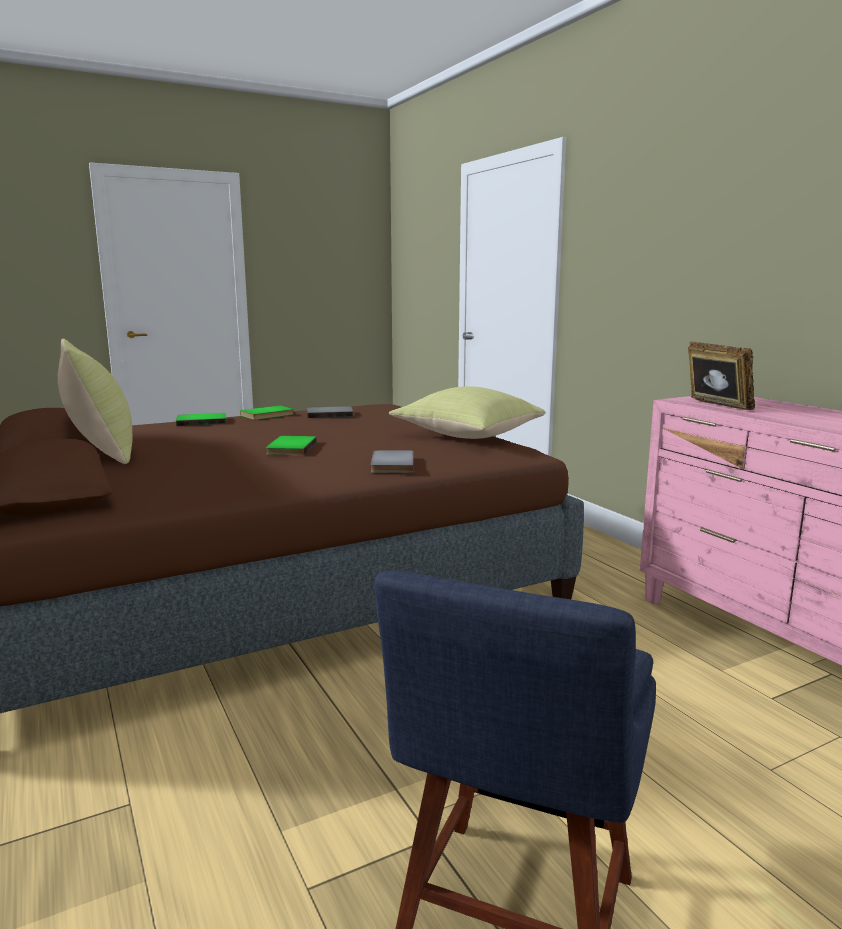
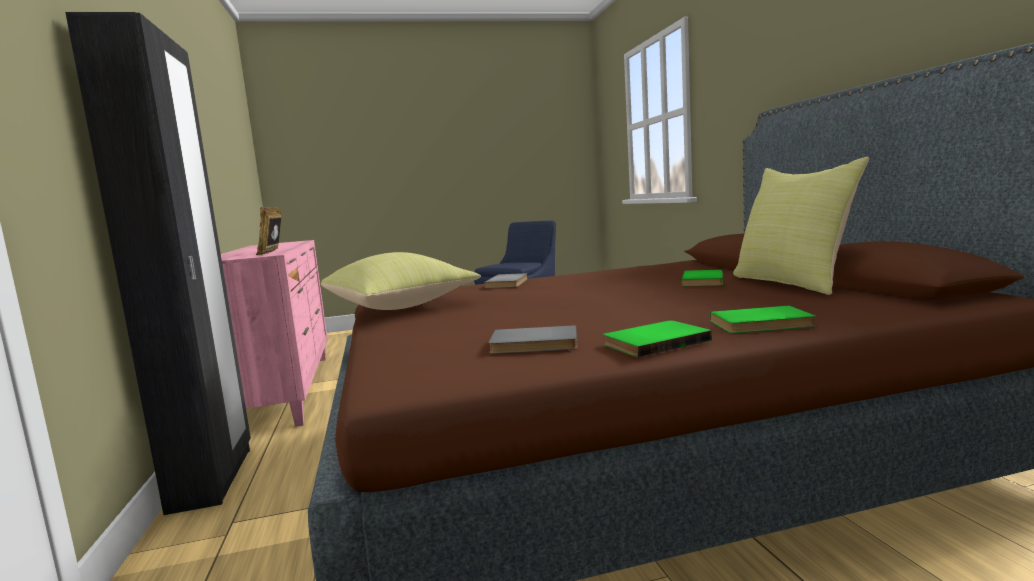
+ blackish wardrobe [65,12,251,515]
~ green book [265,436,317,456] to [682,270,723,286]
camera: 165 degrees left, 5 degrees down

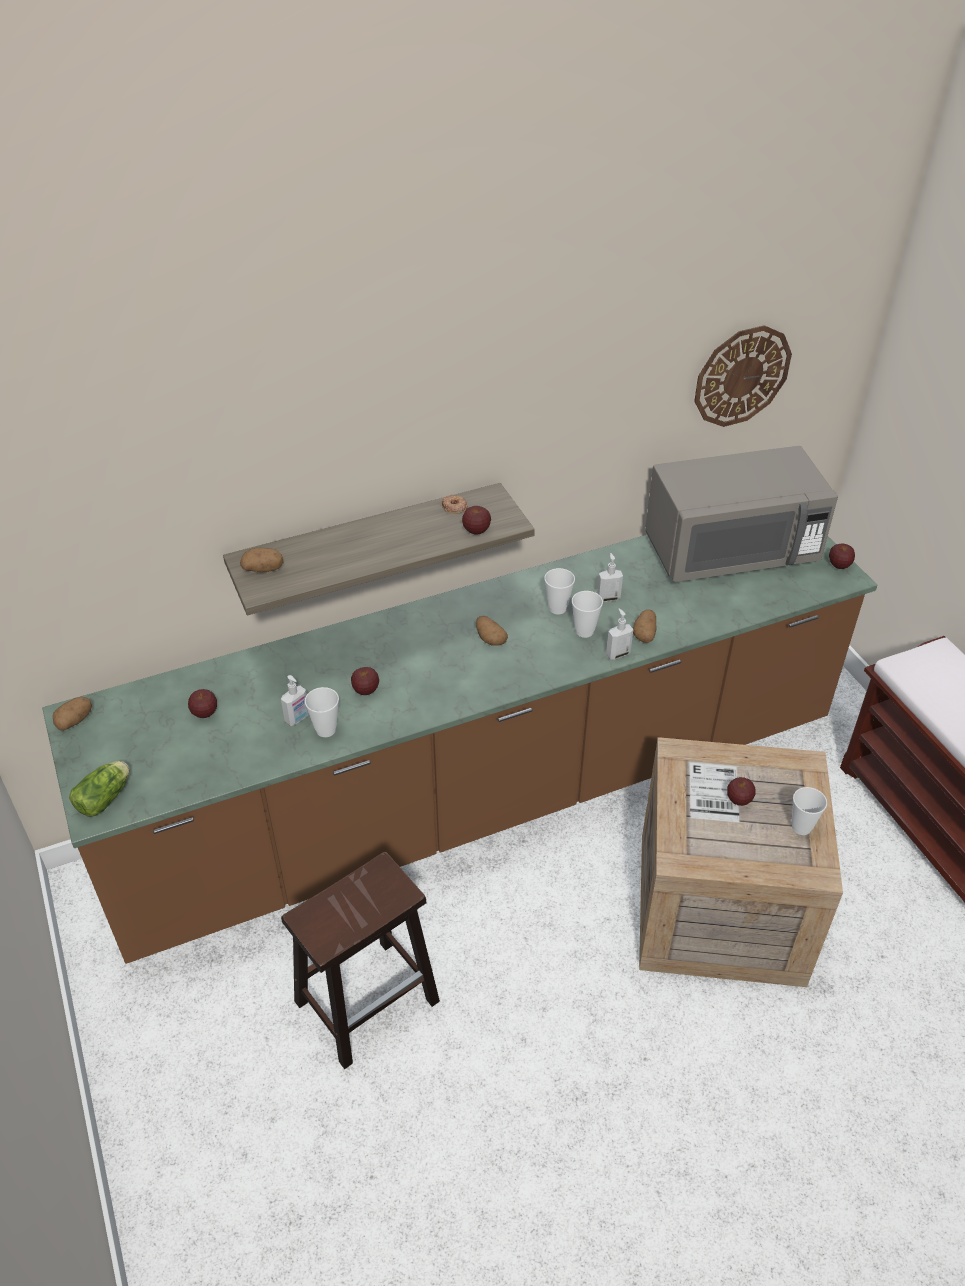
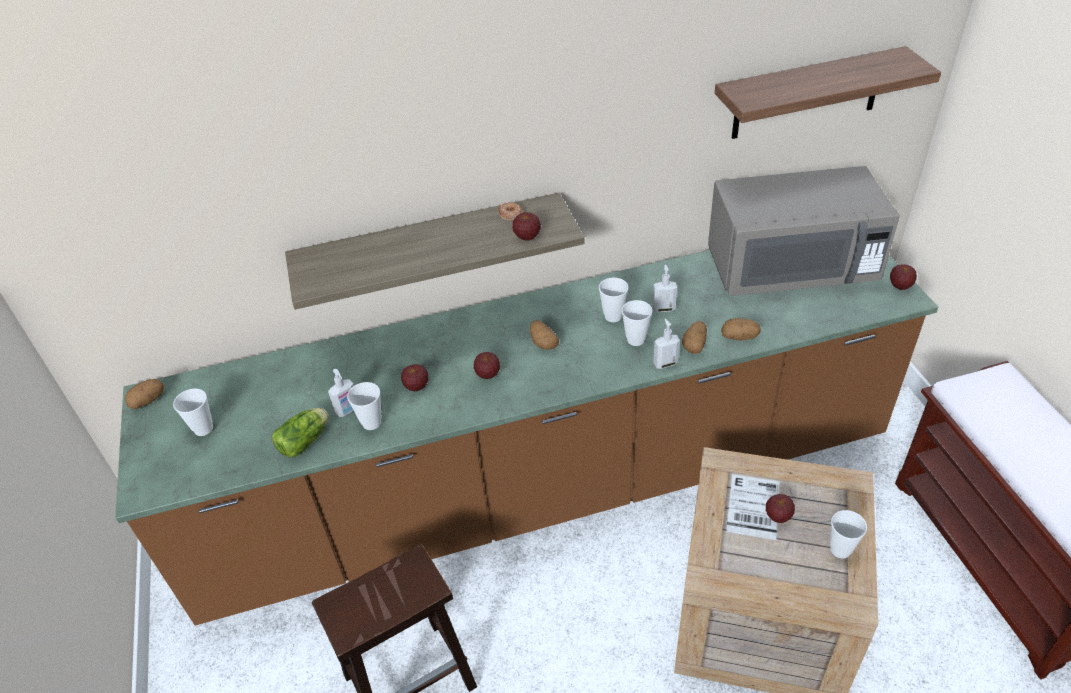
+ cup [173,388,213,436]
~ lettuce [69,761,130,817] to [272,408,328,458]
~ apple [188,689,217,718] to [474,352,500,379]
~ clock on the wall [694,325,792,427] to wall shelf [715,46,941,139]
~ potato [240,548,283,572] to [721,318,761,340]
camera: 10 degrees right, 0 degrees up

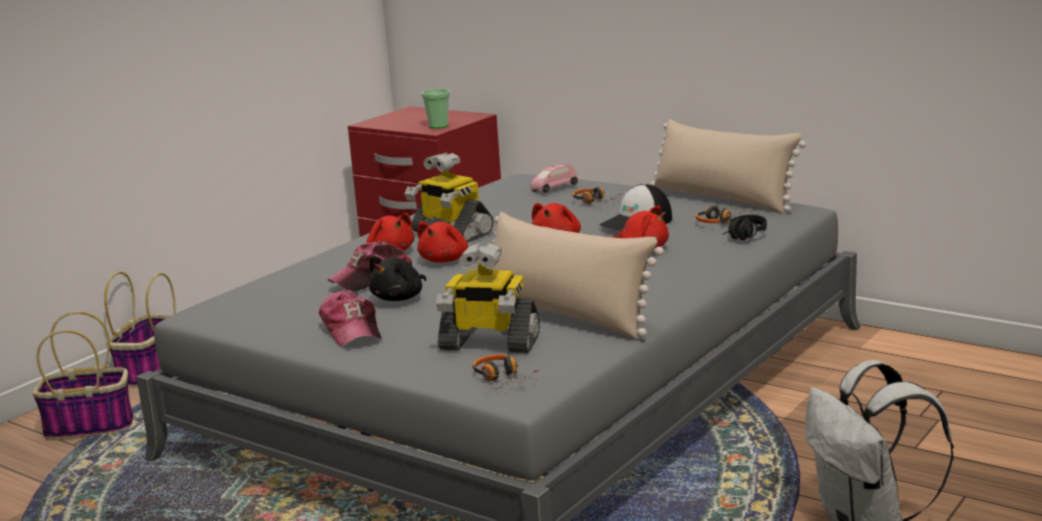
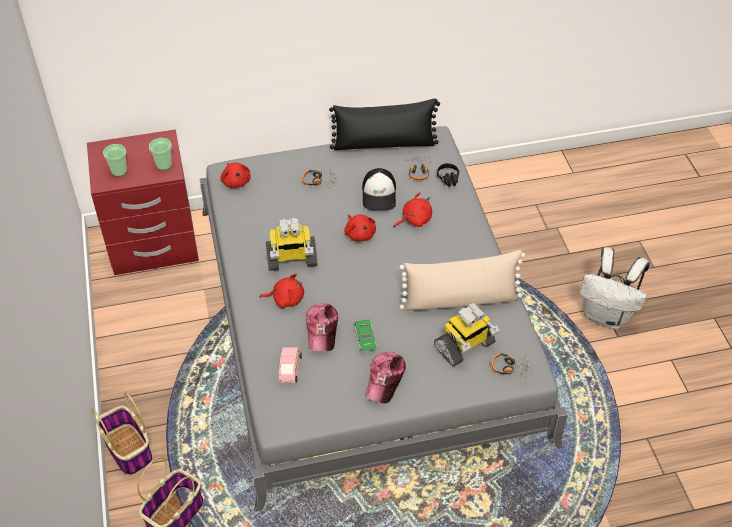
+ cup [103,144,127,177]
~ reddish plush toy [417,221,468,263] to [220,162,251,188]
~ pink-coloured toy car [531,164,578,192] to [279,347,302,383]
~ beige throw pillow [651,119,806,214] to blackish throw pillow [329,98,440,150]
~ blackish plush toy [369,256,426,301] to green toy car [355,319,377,352]
~ peaked cap [319,290,382,347] = [365,352,406,404] 90 degrees clockwise
camera: 50 degrees left, 30 degrees up

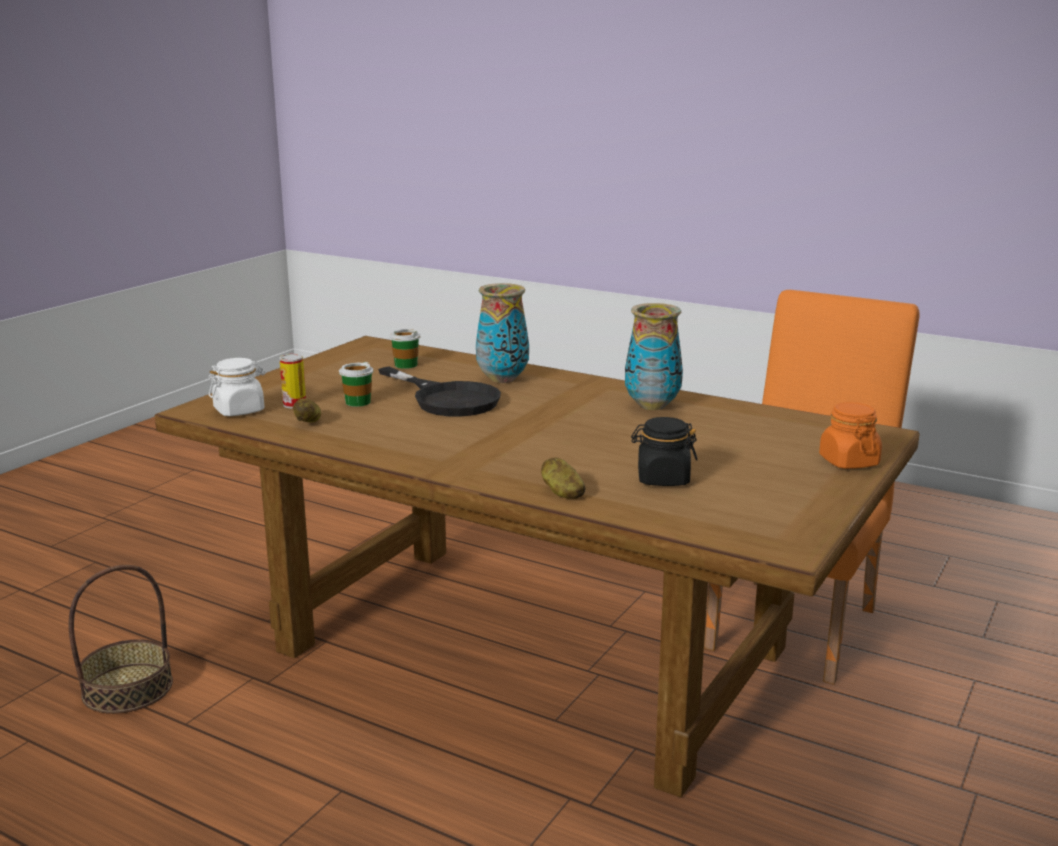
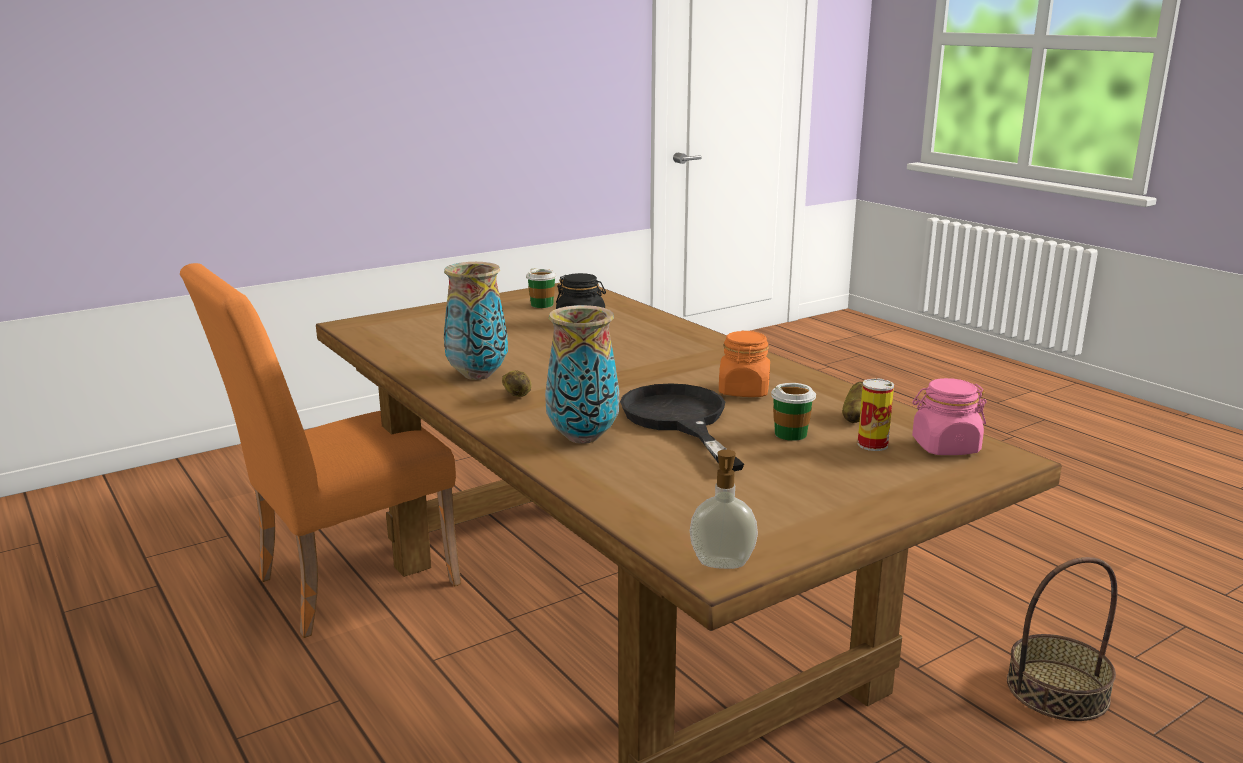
~ potato [541,458,586,499] to [502,370,531,397]
~ cup [389,329,420,369] to [526,268,557,308]
+ liquid soap bottle [690,450,758,569]
~ orange-coloured storage jar [819,402,882,469] to [719,331,770,397]
~ whitish storage jar [209,358,265,416] to pink-coloured storage jar [912,378,987,455]
camera: 155 degrees left, 0 degrees up

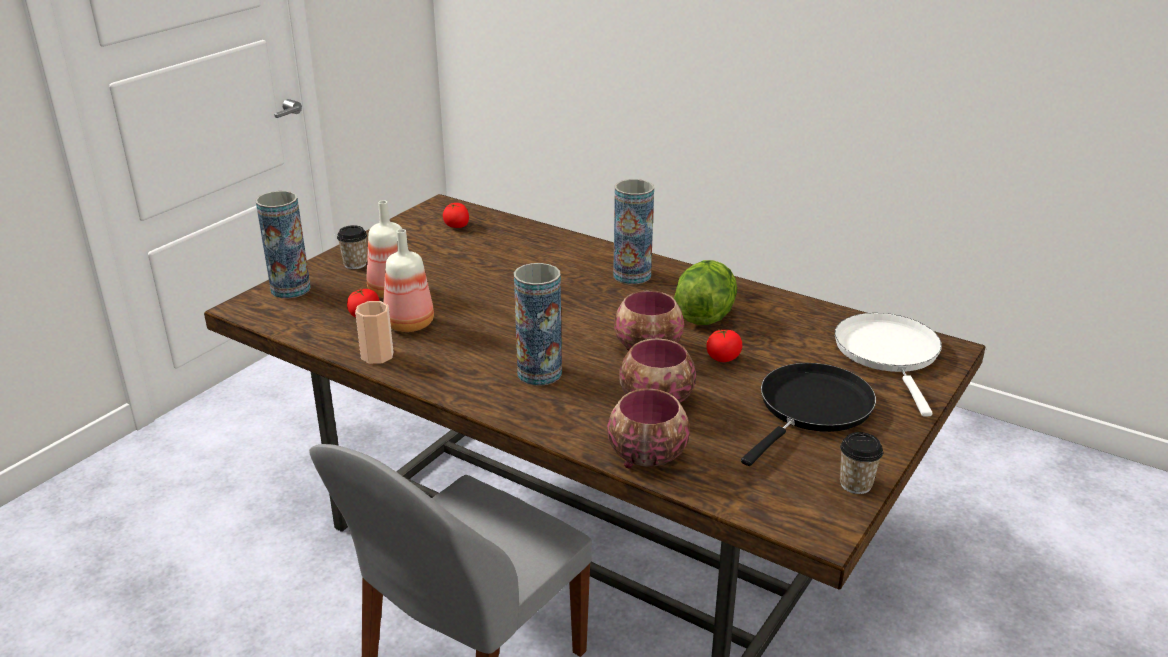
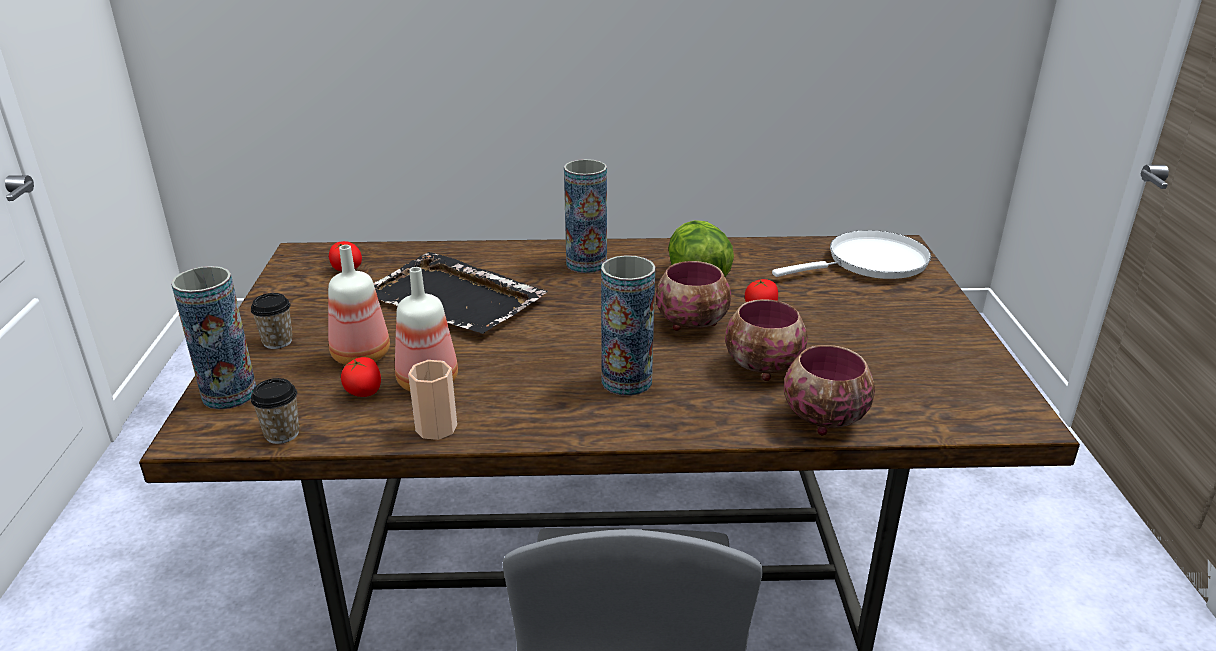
~ cup [840,432,883,494] to [251,378,299,444]
+ blackish carrying tray [374,252,548,334]
~ whitish frying pan [835,313,942,416] = [772,230,931,279] 105 degrees clockwise
- blackish frying pan [741,363,876,466]
camera: 35 degrees left, 0 degrees up

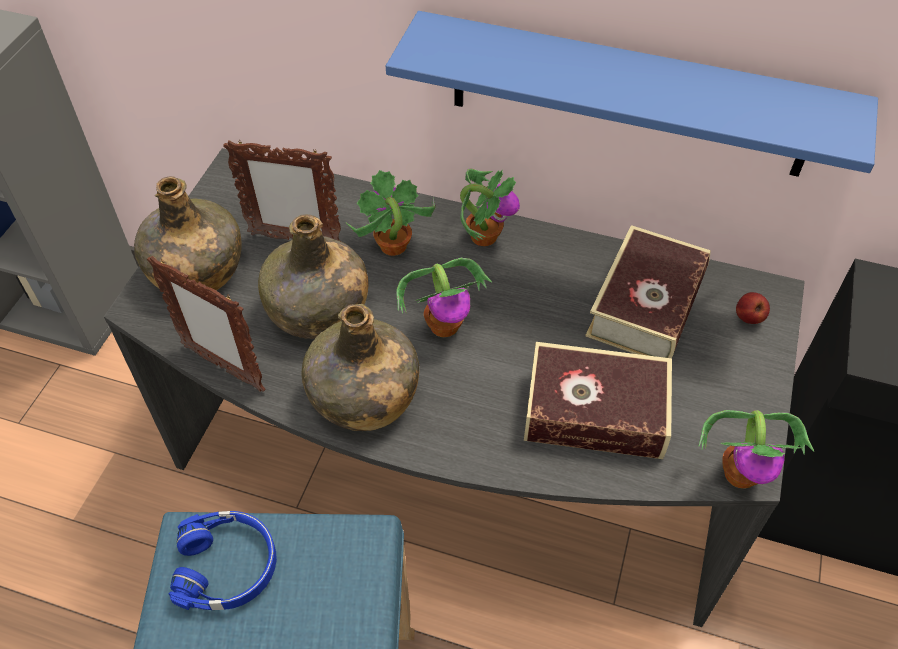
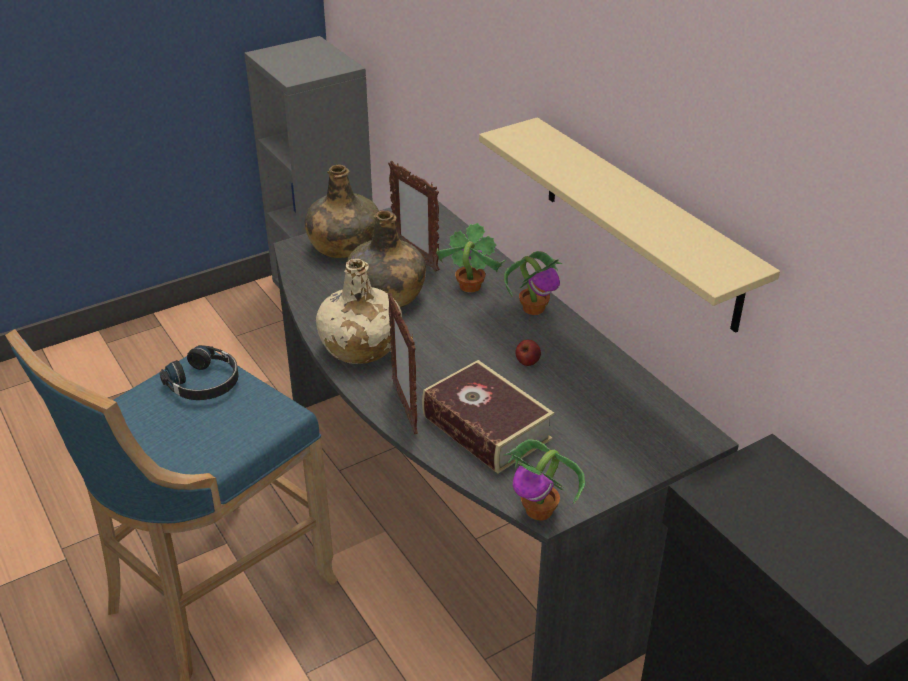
~ bluish headset [168,511,277,610] to blackish headset [160,345,239,400]
~ green beverage bottle [302,304,419,431] to beige beverage bottle [316,259,402,364]
~ standing frame [147,256,266,392] to [388,293,418,434]
~ bluish wall shelf [386,11,878,177] to beige wall shelf [479,118,780,333]
~ apple [736,292,770,324] to [515,340,541,366]
- potted plant [396,258,492,337]
- book [586,225,711,358]
camera: 40 degrees right, 15 degrees down

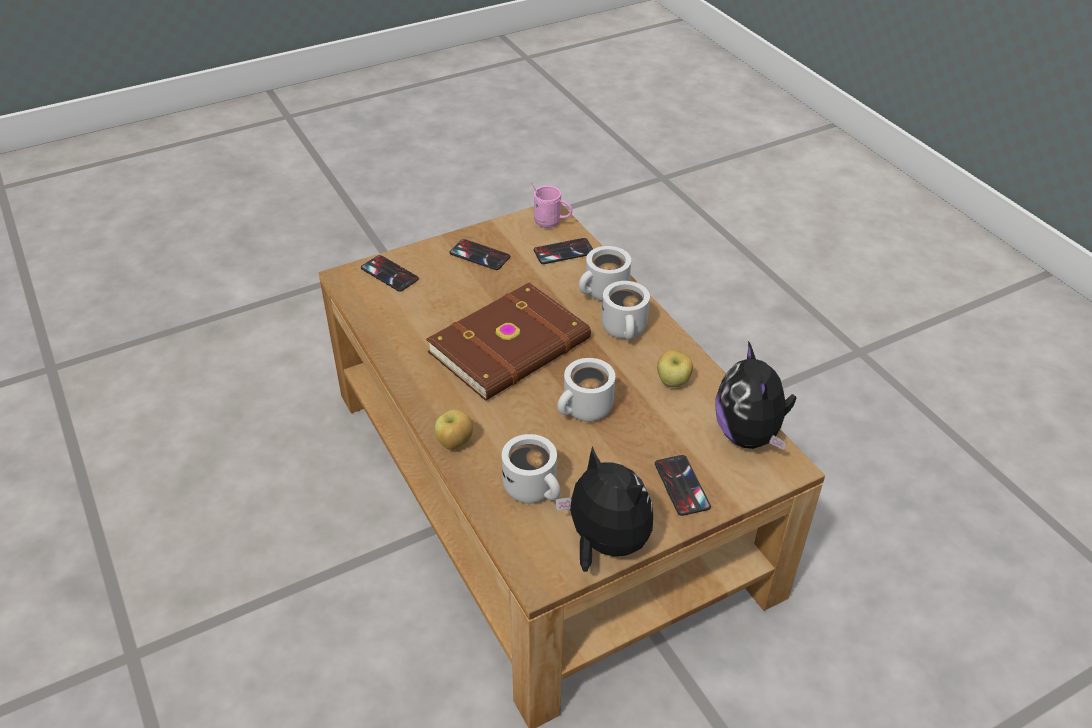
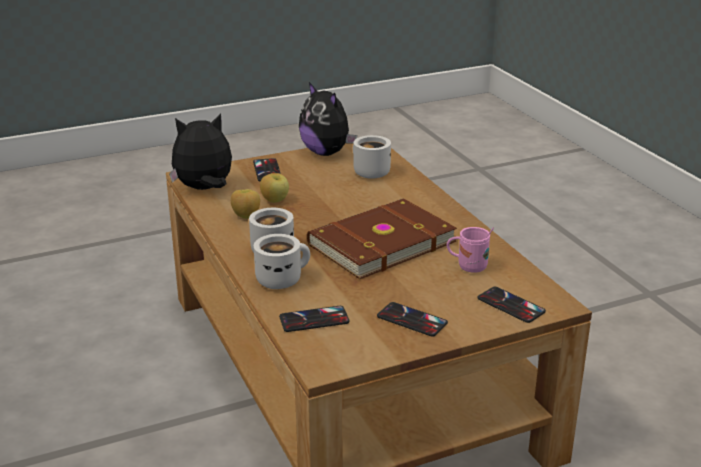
~ plush toy [715,341,797,450] = [169,113,232,190] 105 degrees counterclockwise
~ apple [435,410,473,450] to [260,173,289,203]
~ pink-coloured coffee mug [531,183,572,228] to [447,227,494,273]
- whitish coffee mug [557,358,615,422]
camera: 175 degrees left, 15 degrees down

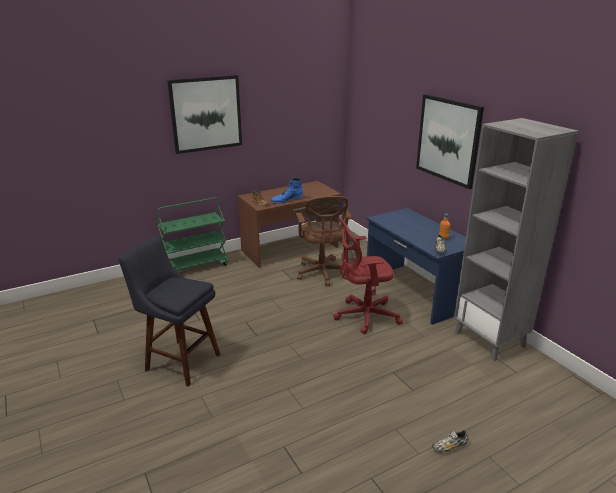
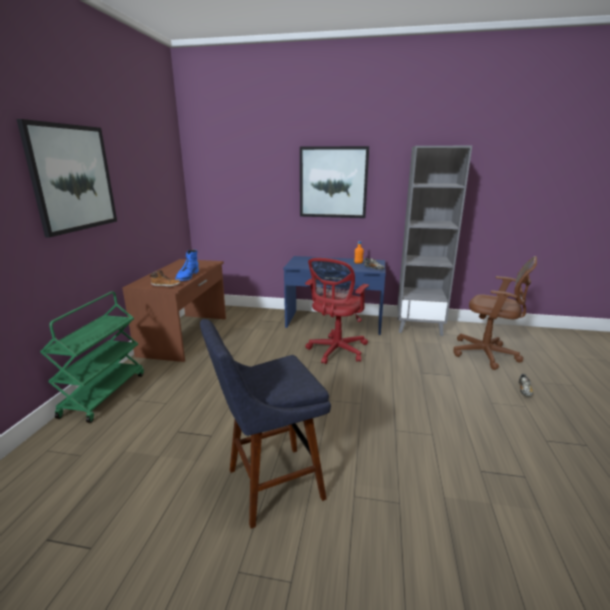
~ brown office chair [296,196,352,286] to [454,256,537,370]
camera: 50 degrees left, 5 degrees down

